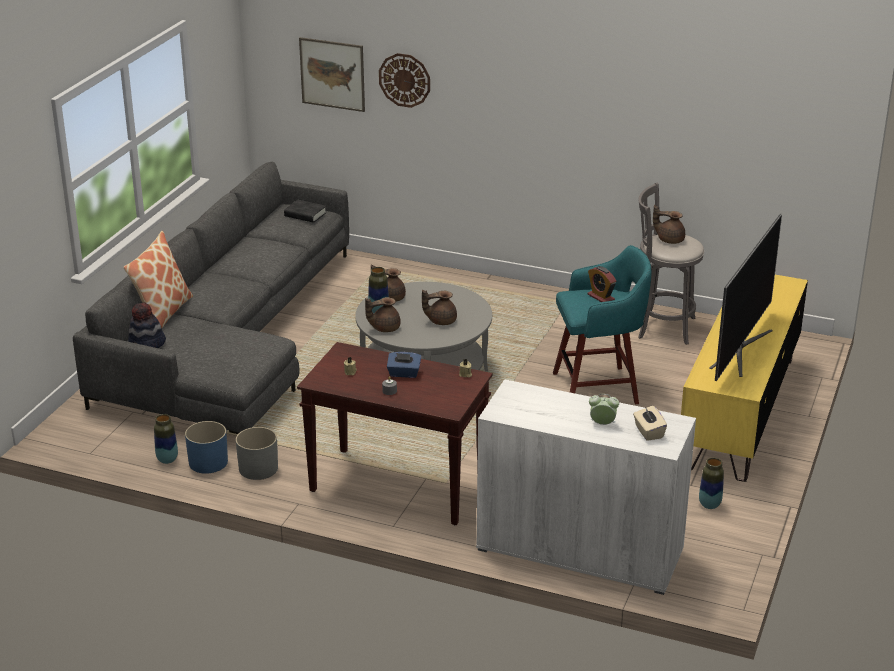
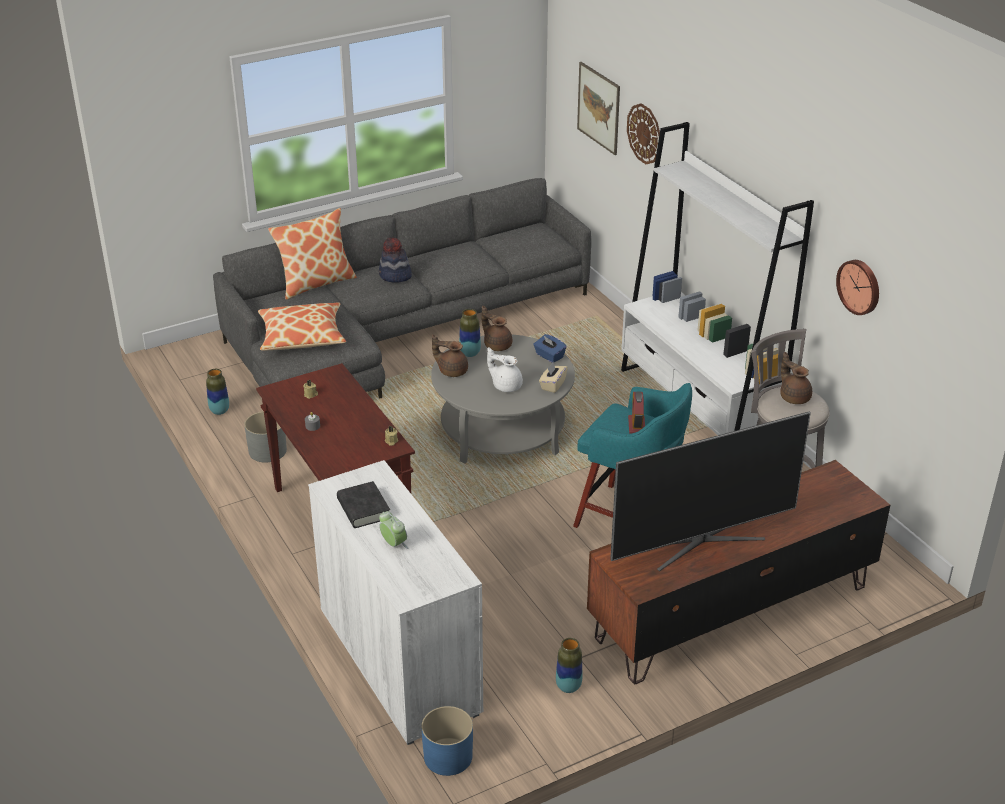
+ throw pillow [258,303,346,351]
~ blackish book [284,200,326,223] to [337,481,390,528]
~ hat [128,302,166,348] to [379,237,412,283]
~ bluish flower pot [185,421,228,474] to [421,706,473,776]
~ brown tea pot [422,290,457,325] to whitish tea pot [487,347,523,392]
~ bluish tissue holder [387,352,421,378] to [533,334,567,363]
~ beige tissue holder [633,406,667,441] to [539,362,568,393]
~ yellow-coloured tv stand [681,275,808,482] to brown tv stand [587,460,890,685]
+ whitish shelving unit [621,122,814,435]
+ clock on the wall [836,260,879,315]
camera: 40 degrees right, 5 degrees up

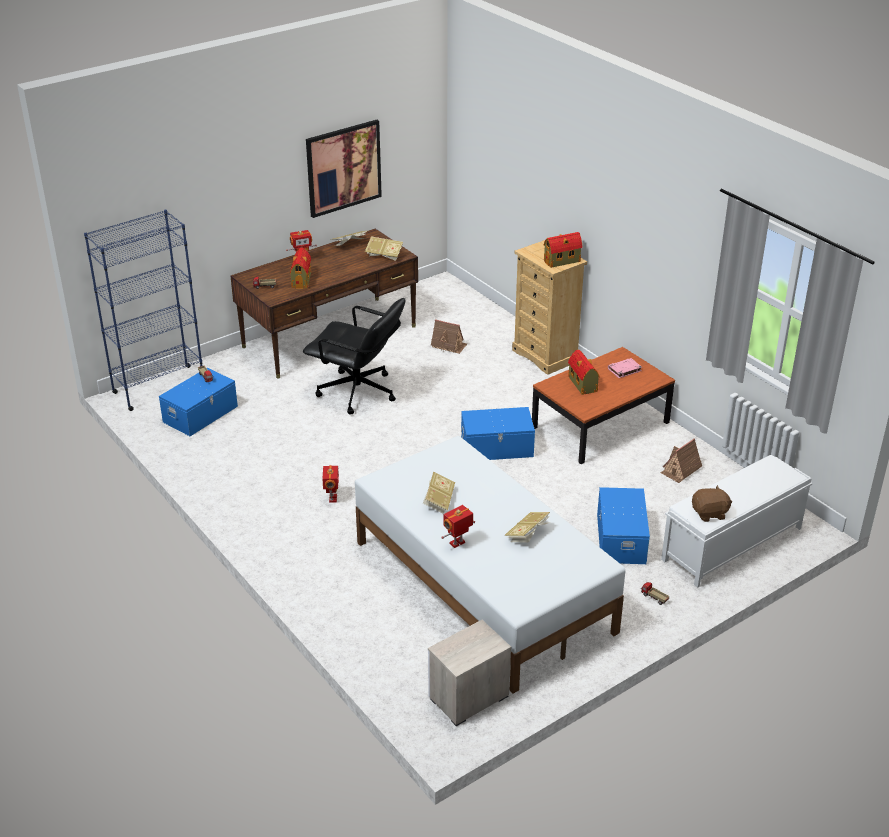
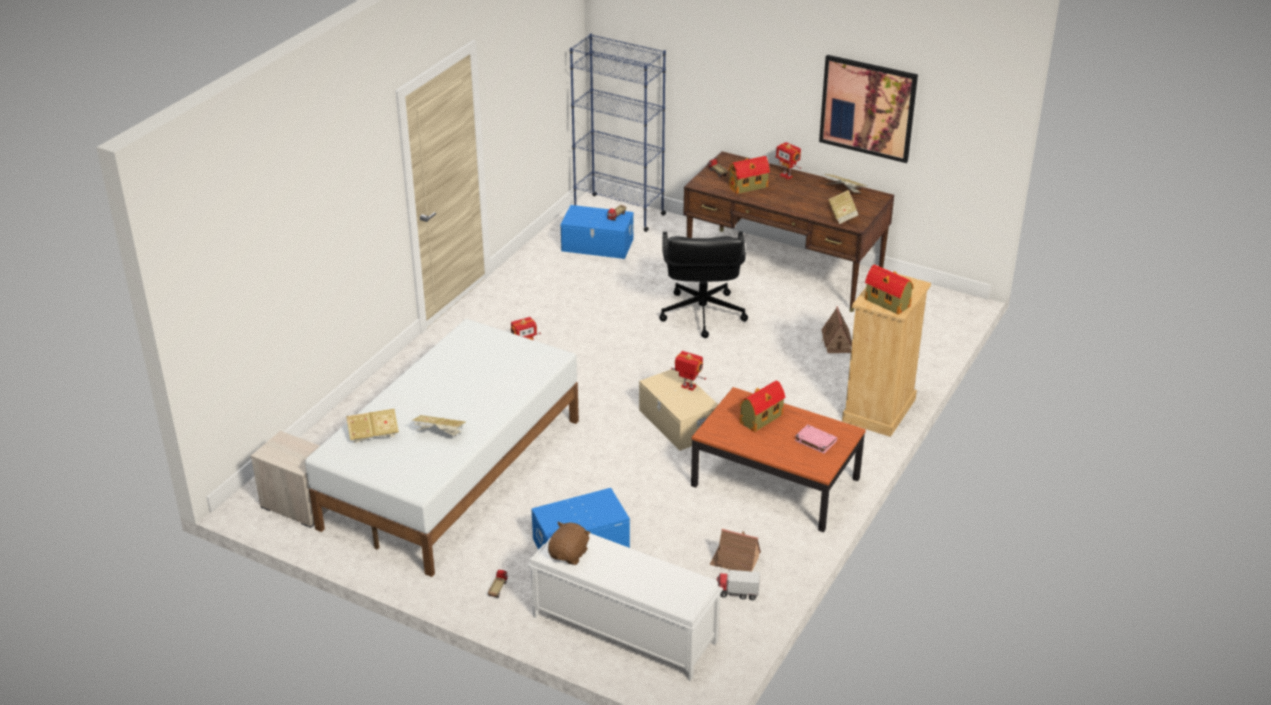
~ book [423,471,455,514] to [346,409,399,443]
~ brown plush toy [692,485,732,522] = [548,522,591,565] 120 degrees counterclockwise
~ bluish storage container [461,407,535,460] to beige storage container [639,368,718,451]
~ model robot [441,505,475,548] to [671,351,706,391]
+ toy truck [717,570,760,600]
camera: 65 degrees right, 0 degrees up

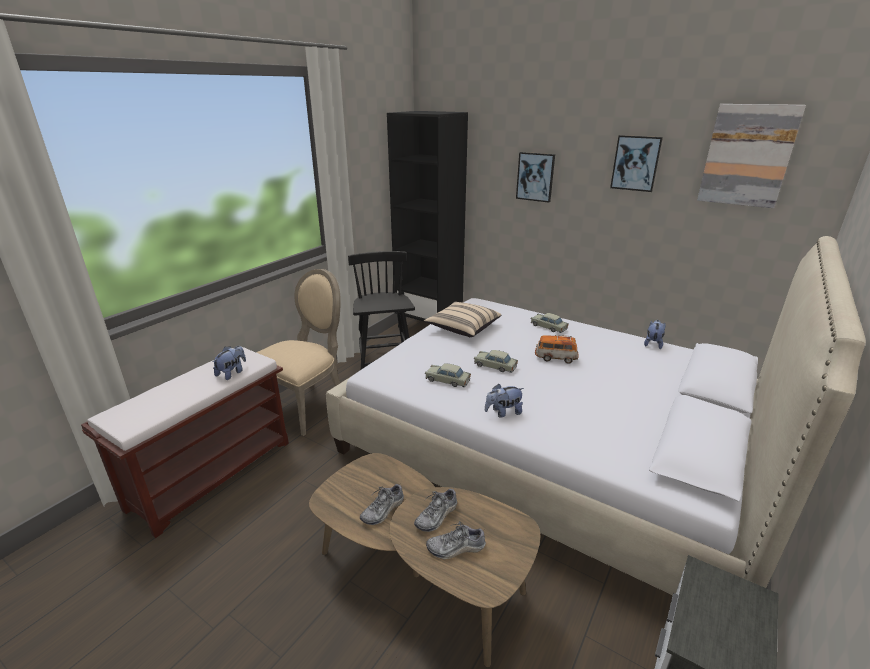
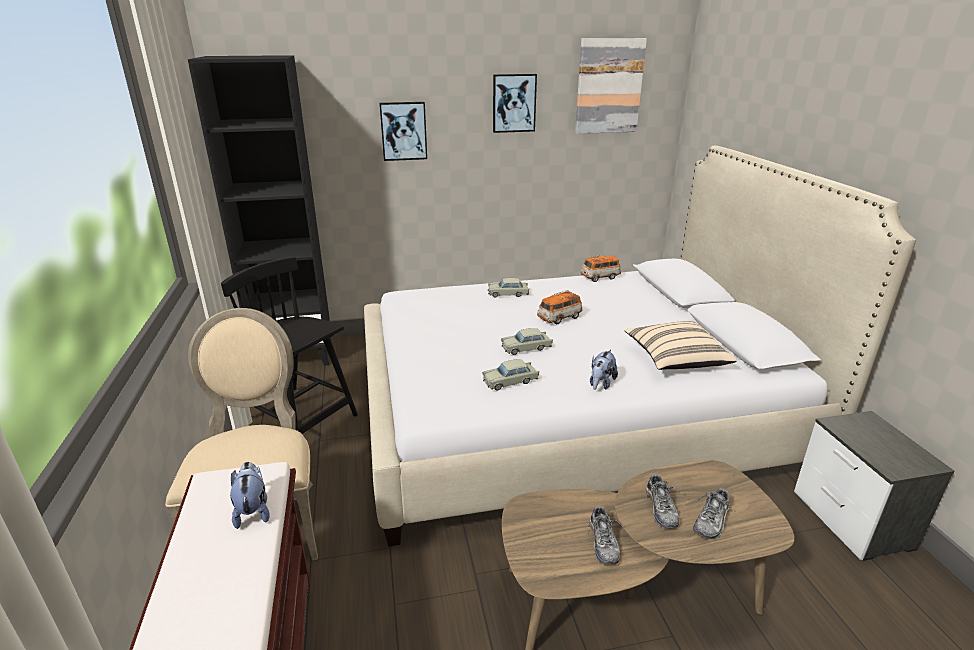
~ plush toy [644,320,666,349] to toy car [581,255,621,282]
~ beige throw pillow [424,302,501,337] to [625,321,737,370]
camera: 45 degrees left, 0 degrees up

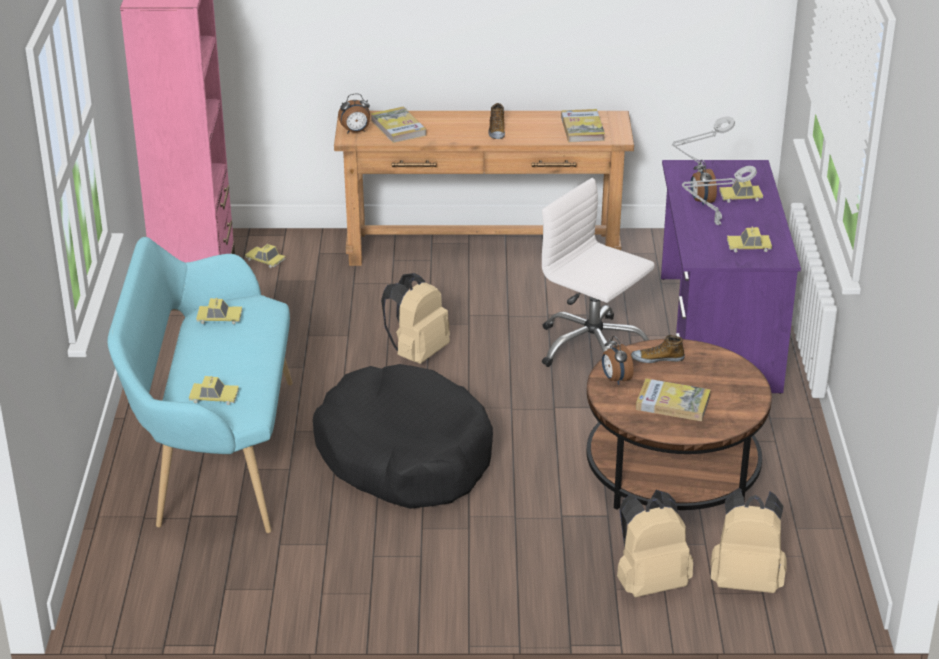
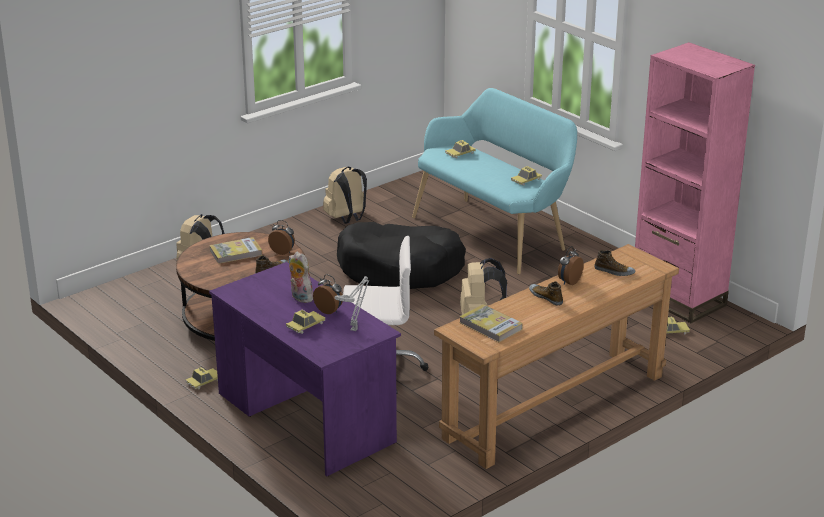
~ toy car [727,227,772,252] to [186,367,218,390]
~ gray table lamp [682,166,757,225] to plush toy [289,252,313,303]
~ beige backpack [710,488,787,593] to [323,167,367,224]
~ alarm clock [338,93,370,133] to [558,246,584,285]
~ book [371,107,426,143] to item of footwear [594,250,635,276]
camera: 140 degrees right, 5 degrees down

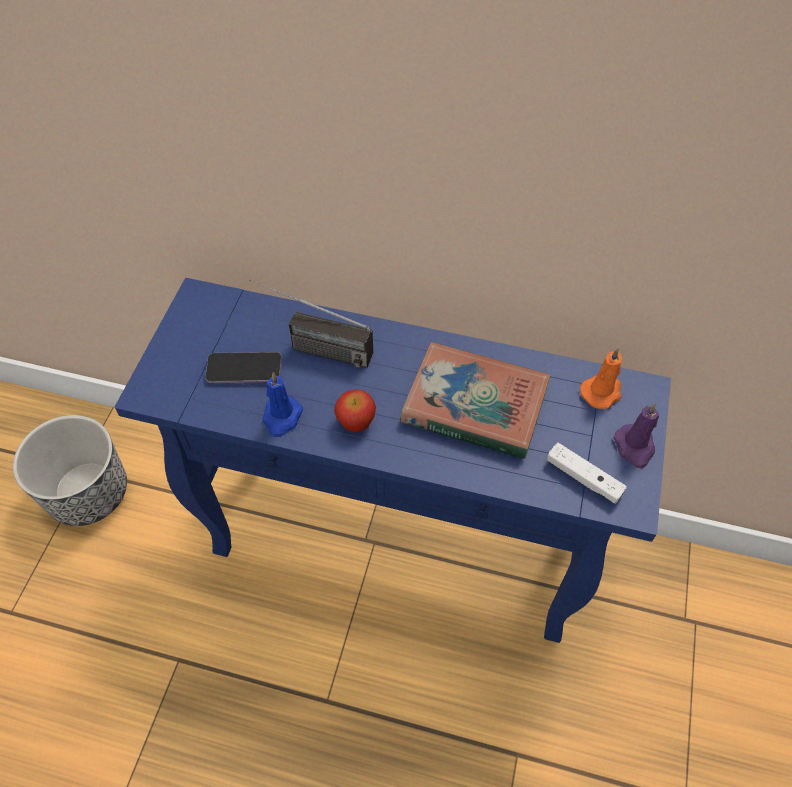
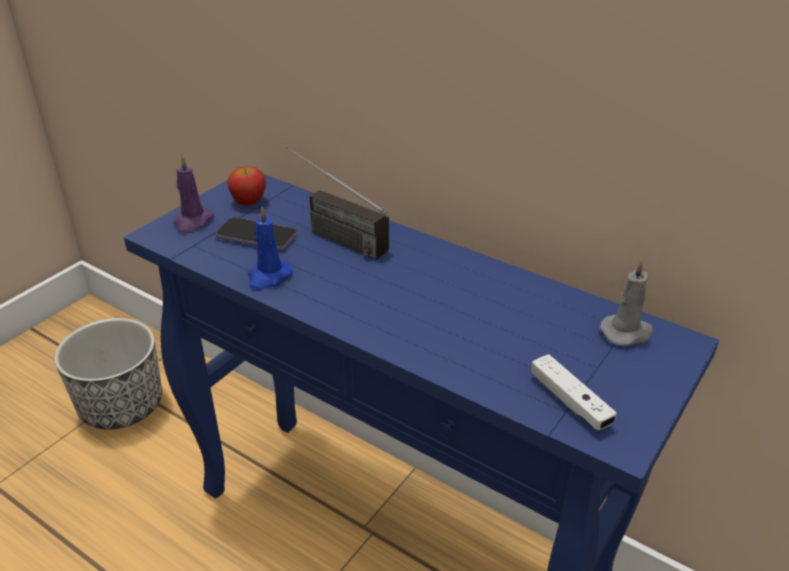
~ purplish wax candle [613,403,659,468] to [173,155,214,234]
~ apple [334,389,376,433] to [227,167,266,206]
~ orange-coloured wax candle [580,348,622,409] to gray wax candle [600,259,654,346]
- book [401,342,550,459]
camera: 20 degrees right, 20 degrees down

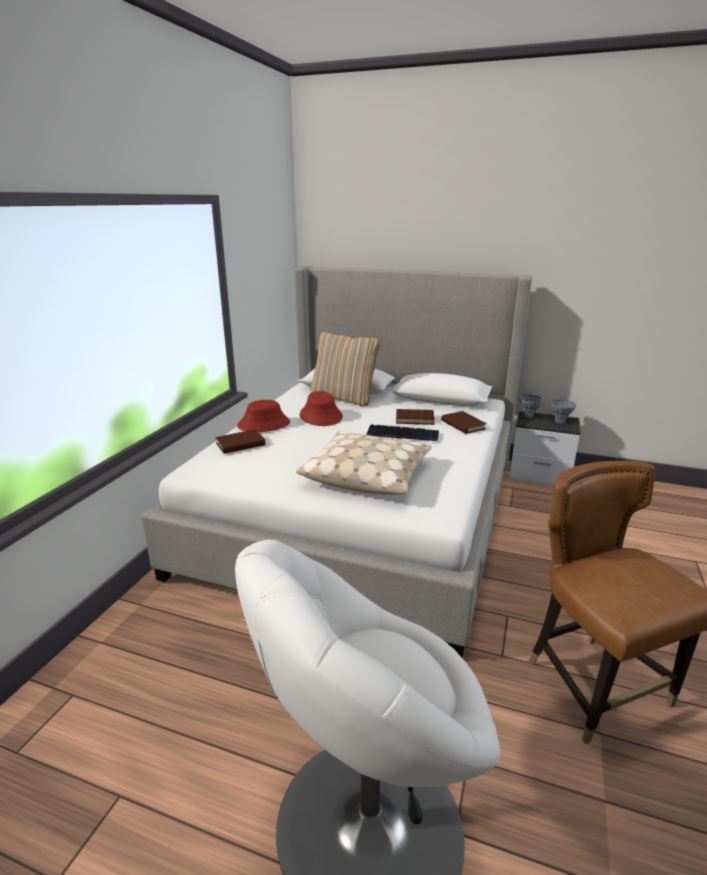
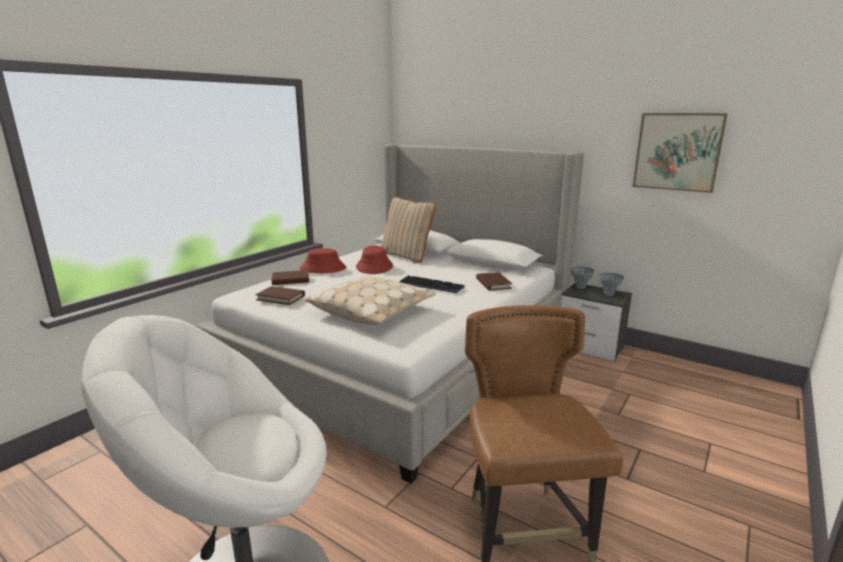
~ brown book [396,409,435,425] to [255,286,305,305]
+ wall art [633,113,728,193]
camera: 15 degrees right, 5 degrees down

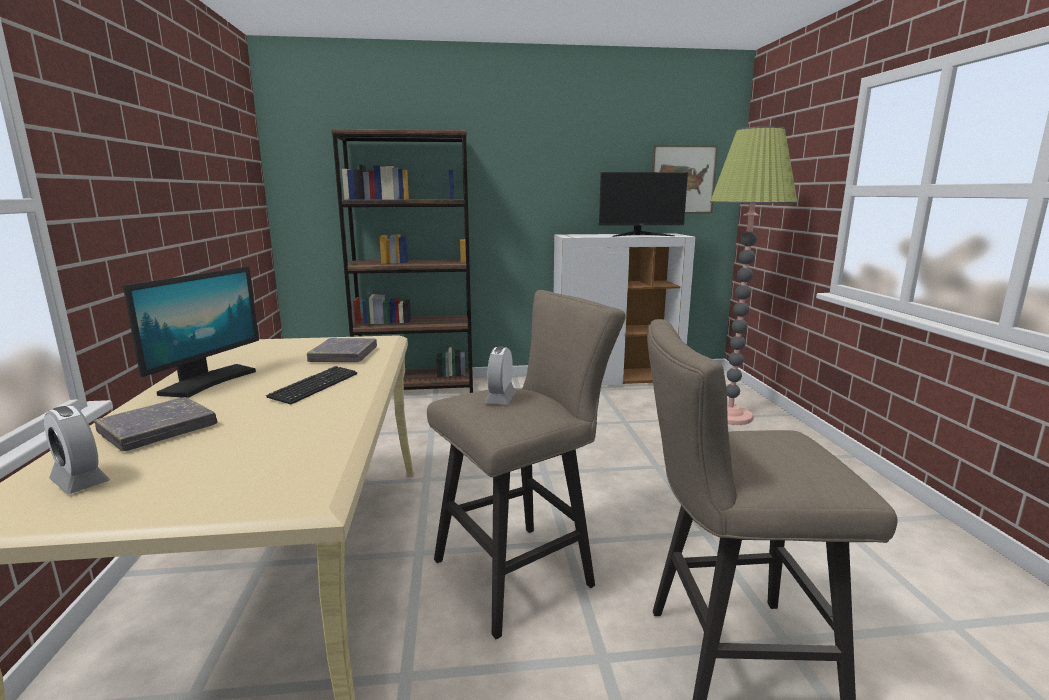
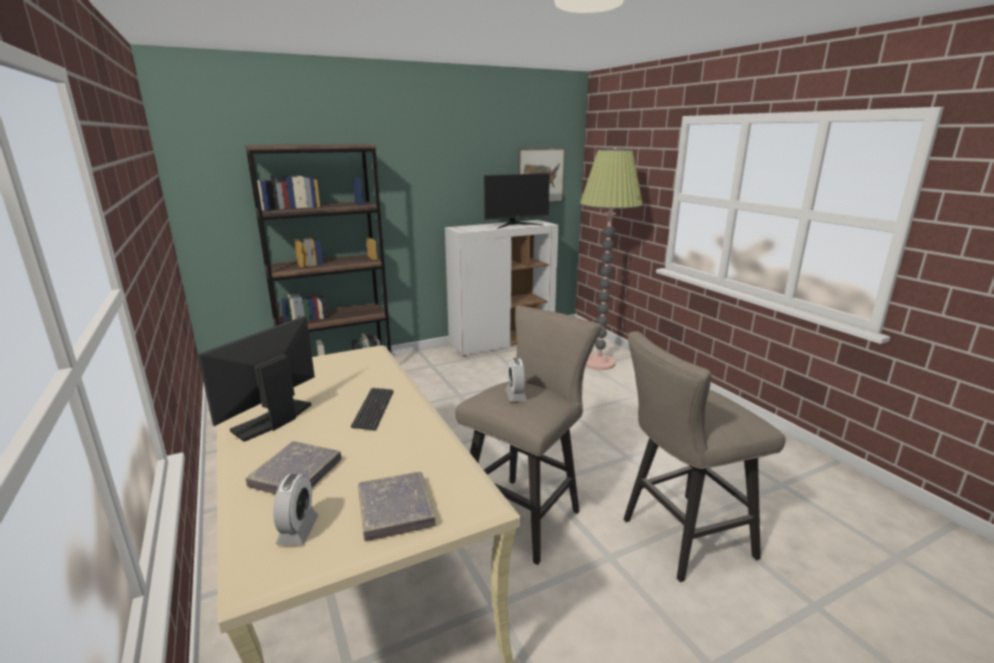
~ computer display [123,266,259,398] = [197,316,315,442] 150 degrees counterclockwise
~ alarm clock [44,406,110,494] = [273,474,319,545] 105 degrees counterclockwise
~ gray book [307,338,377,362] to [358,472,436,541]
camera: 20 degrees left, 5 degrees up

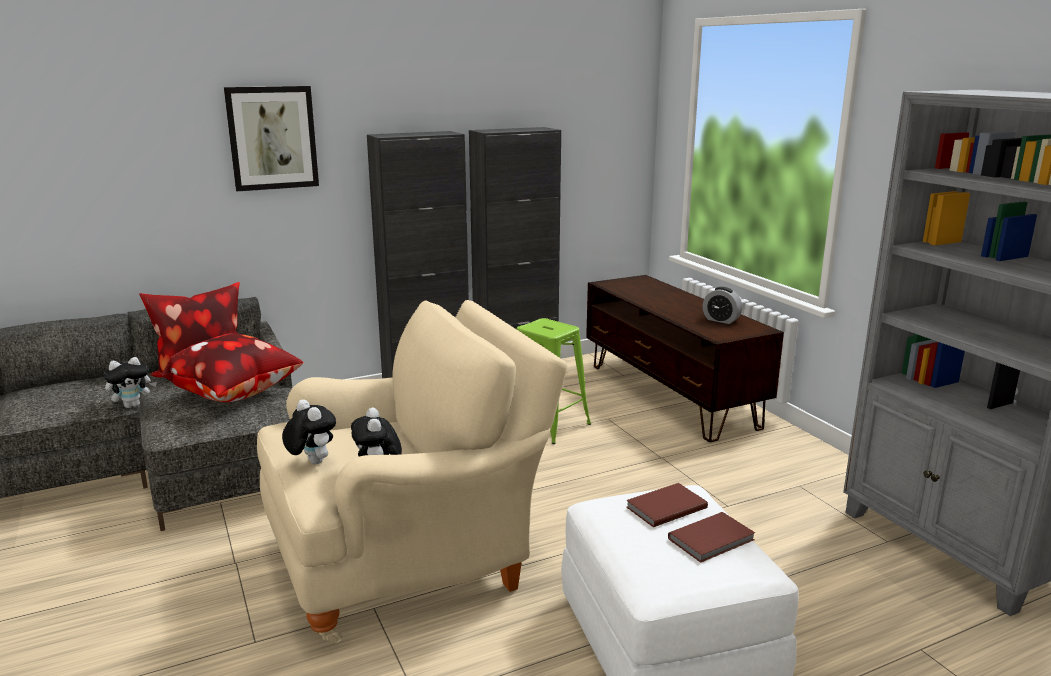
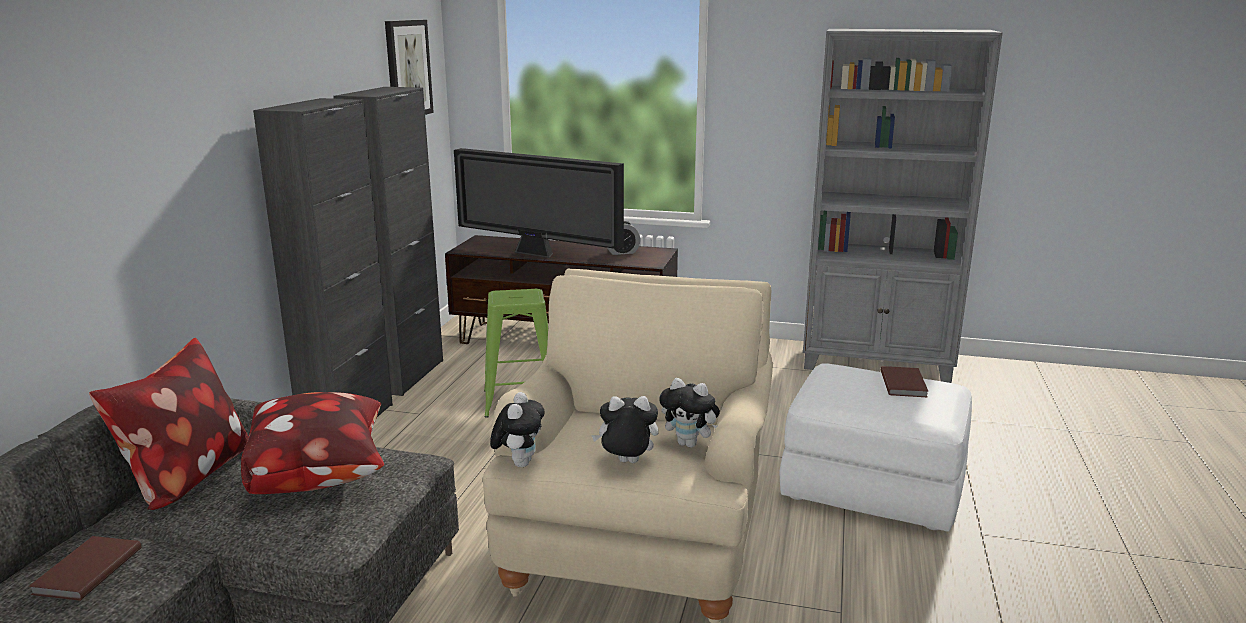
~ brown book [626,483,708,527] to [28,536,142,601]
~ wall art [224,86,319,191] to [385,20,434,115]
+ TV set [454,148,624,258]
~ plush toy [104,357,157,408] to [490,392,544,467]
camera: 50 degrees left, 0 degrees up

